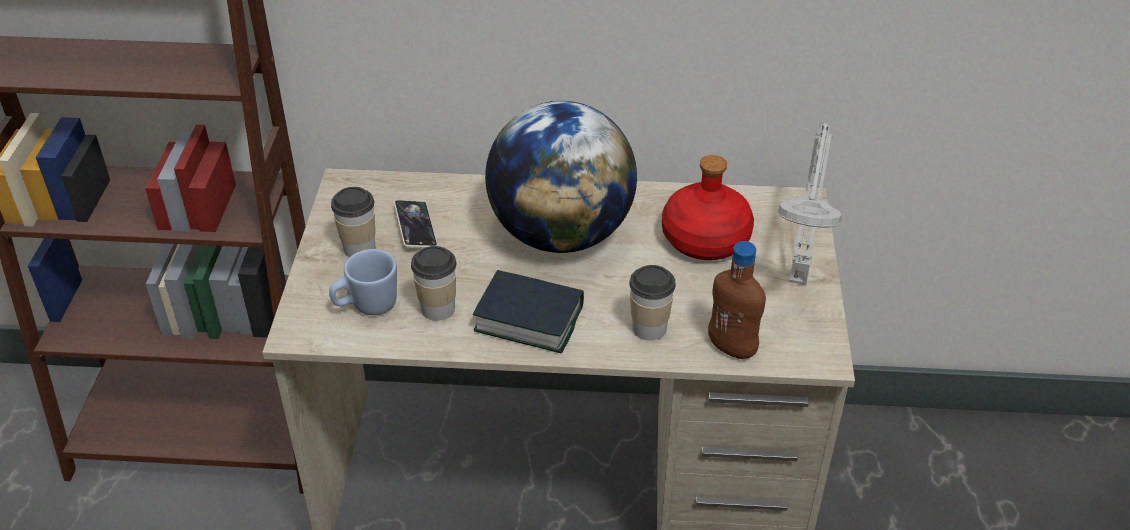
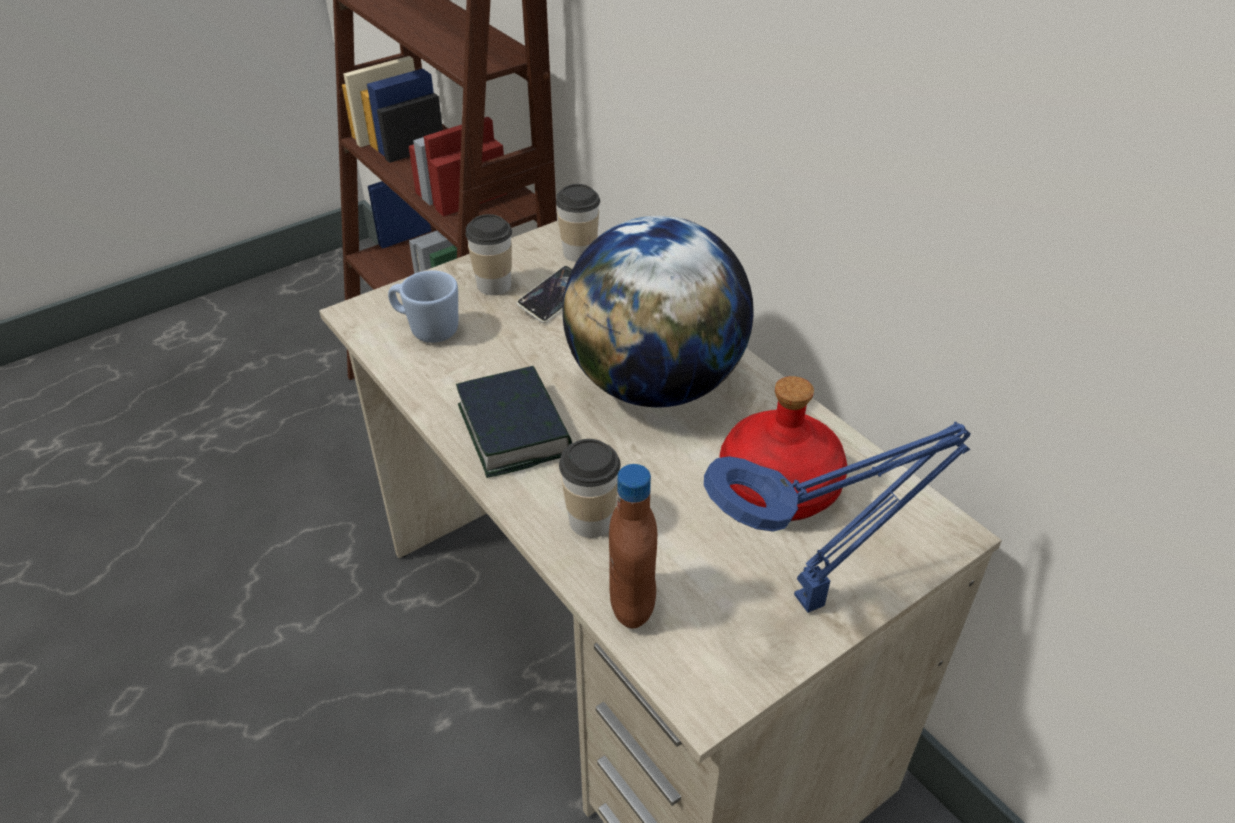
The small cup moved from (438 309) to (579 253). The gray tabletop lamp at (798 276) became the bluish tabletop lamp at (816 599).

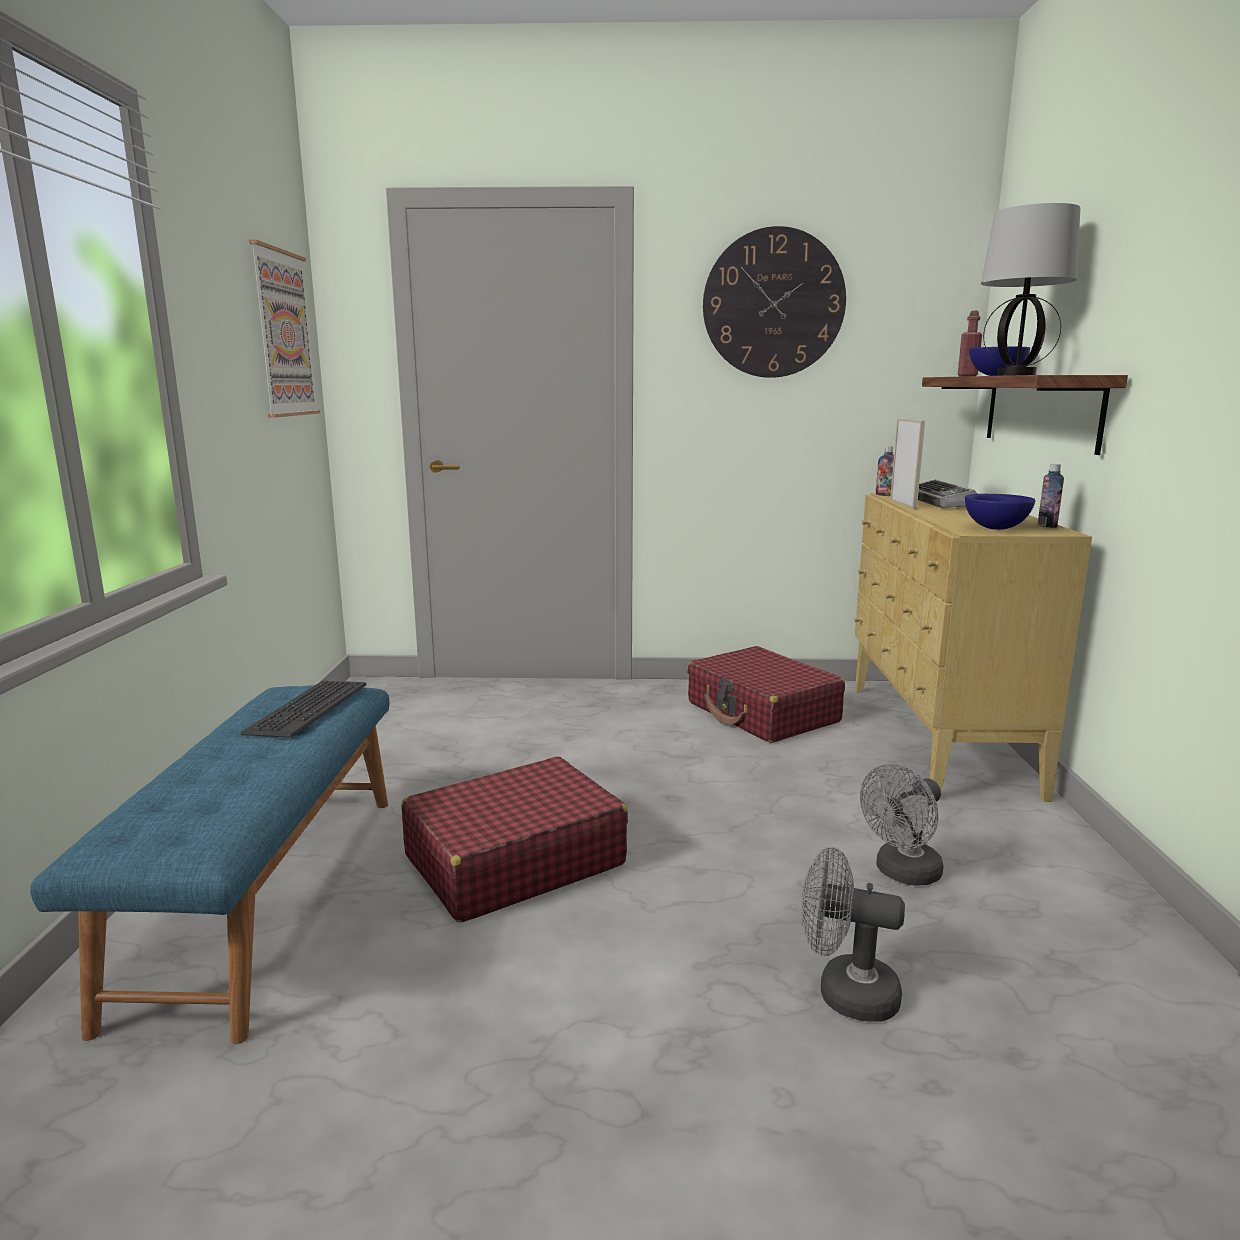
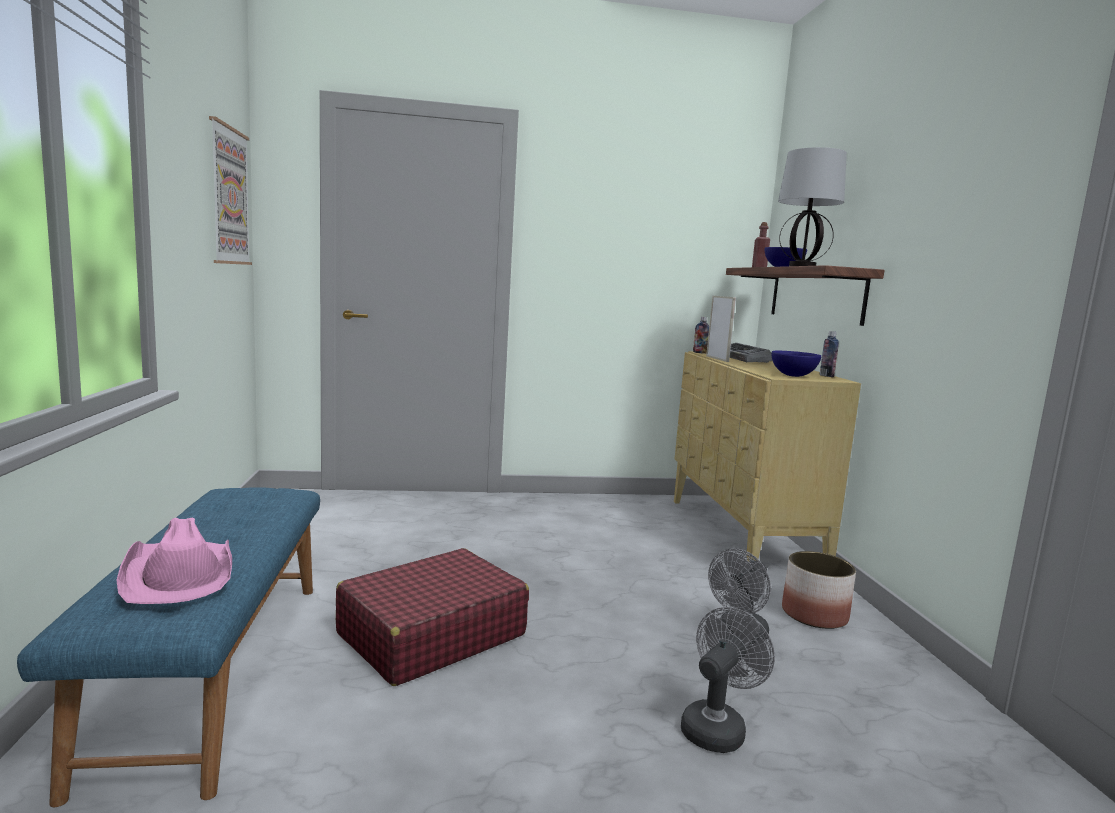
The PC keyboard at (307 709) disappeared. The red suitcase at (762 713) disappeared. The clock on the wall at (773 304) disappeared. The gray cooling fan at (844 993) turned 120 degrees clockwise. The pink-coloured clothing hat at (180 575) appeared. The planter at (813 615) appeared.

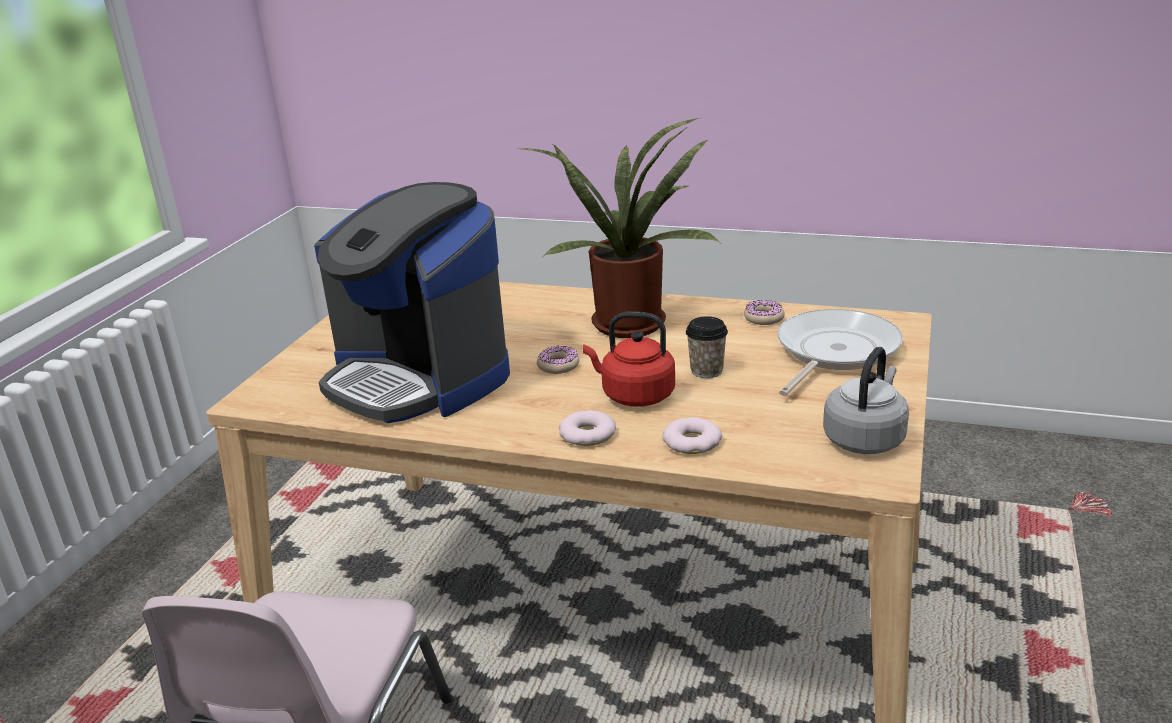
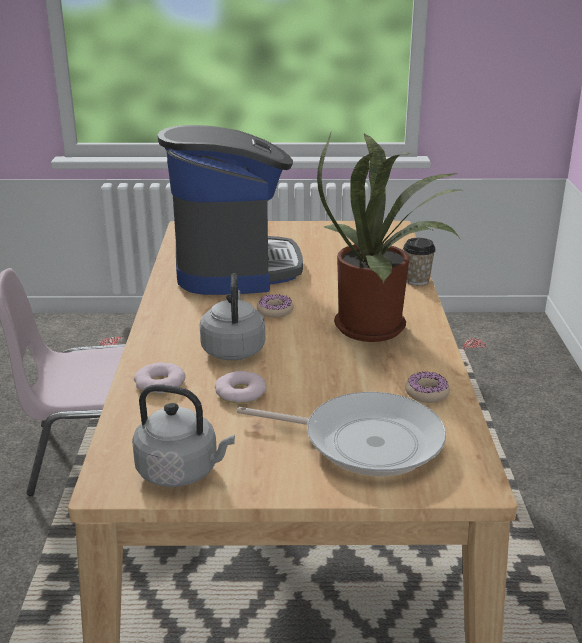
The coffee brewer at (418 379) turned 150 degrees clockwise. The ring doughnut moved from (587 434) to (240 392). The red kettle at (634 395) became the gray kettle at (233 349). The small cup moved from (706 371) to (417 280).

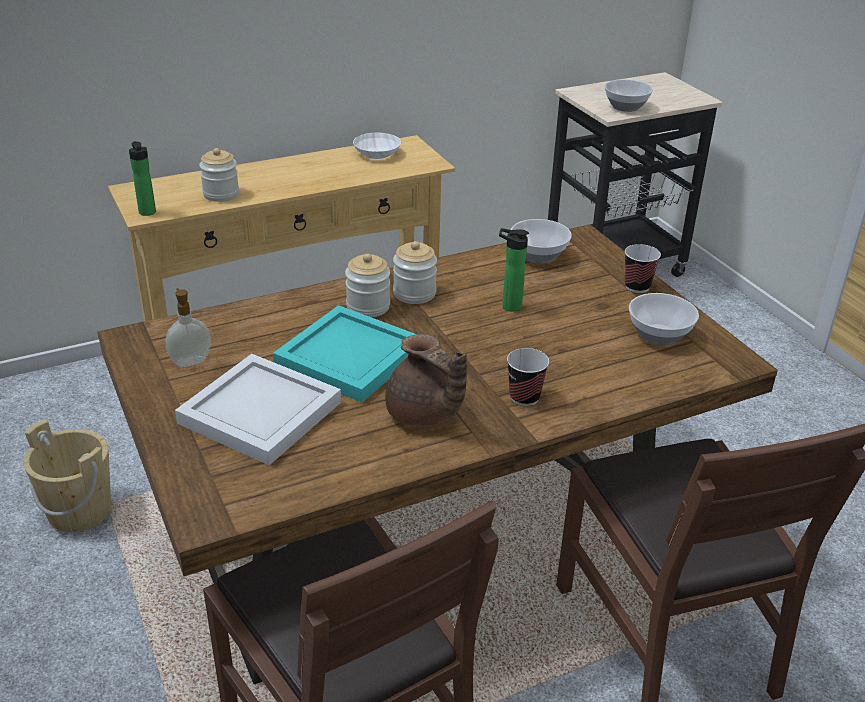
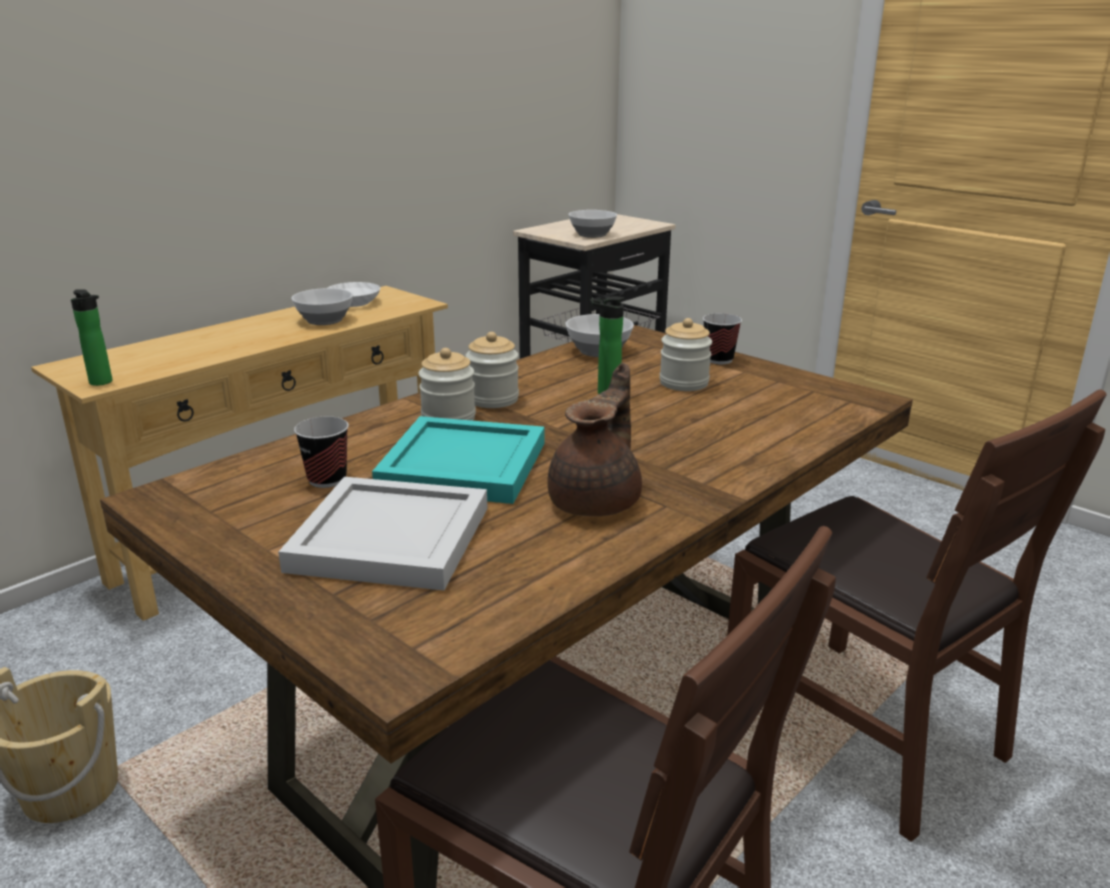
The soap dispenser at (190 361) disappeared. The preserve jar moved from (221 194) to (684 383). The brown-coloured pot for tea at (424 415) turned 90 degrees counterclockwise. The small cup moved from (524 397) to (327 479). The deep dish moved from (660 335) to (326 320).

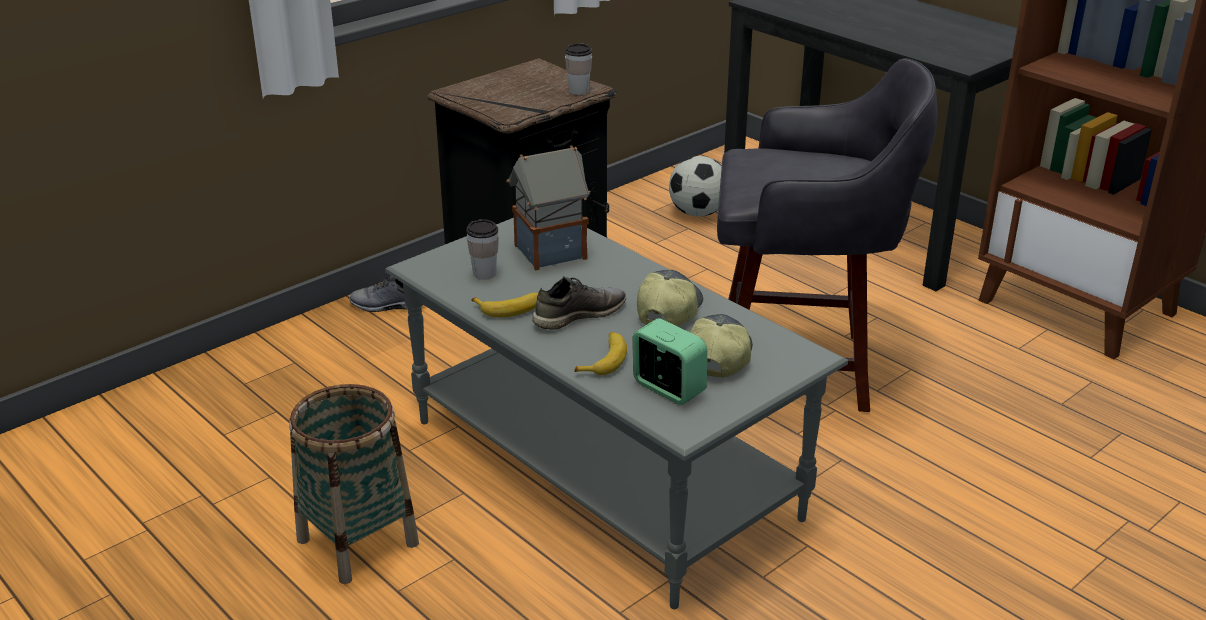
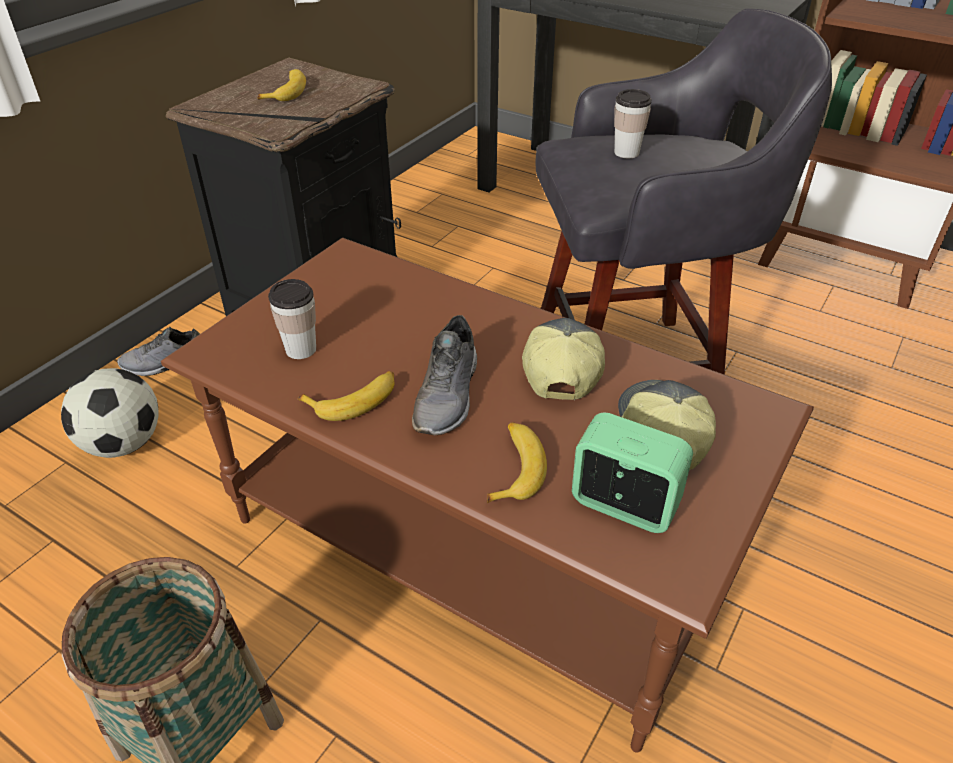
The gray low table at (600 469) became the brown-coloured low table at (473 547). The toy house at (548 253) disappeared. The gray shoe at (578 314) turned 150 degrees clockwise. The small cup moved from (578 91) to (626 153). The football ball moved from (697 213) to (123 443). The banana at (286 92) appeared.

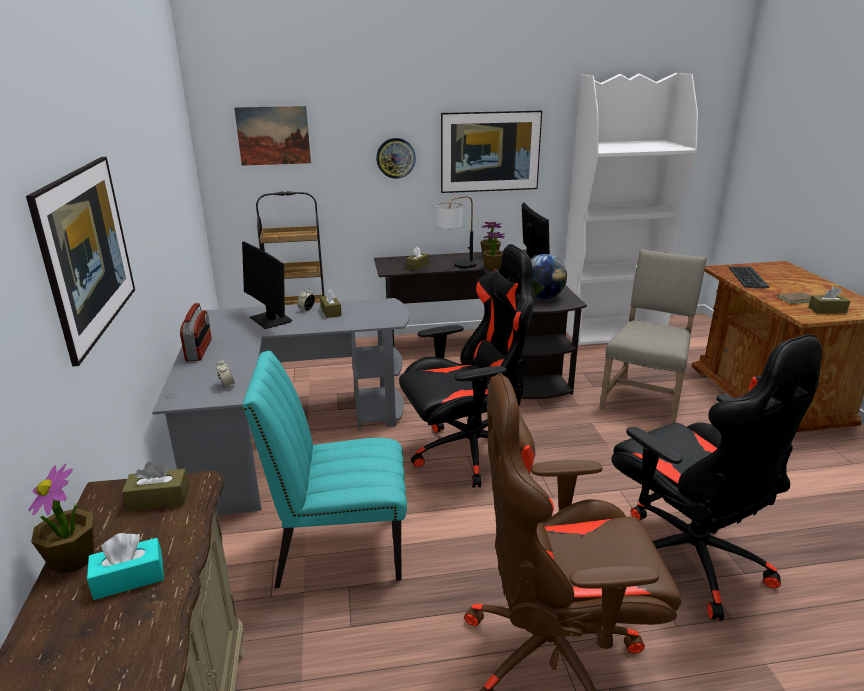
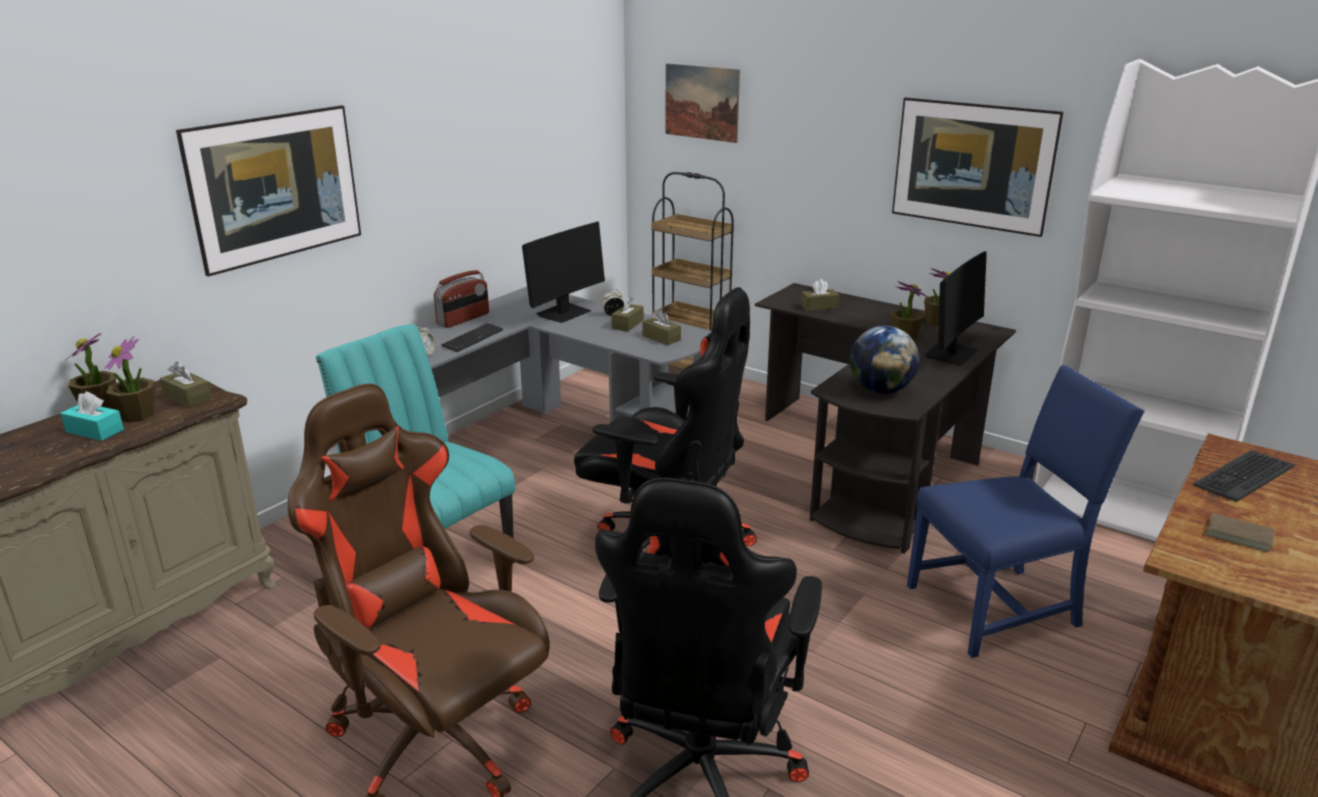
The computer screen at (271 320) turned 150 degrees counterclockwise. The clock on the wall at (395 158) disappeared. The tabletop lamp at (456 267) disappeared. The beige chair at (645 398) became the bluish chair at (999 607). The brown-coloured tissue holder moved from (827 310) to (661 338). The houseplant at (138 415) appeared. The PC keyboard at (473 339) appeared.

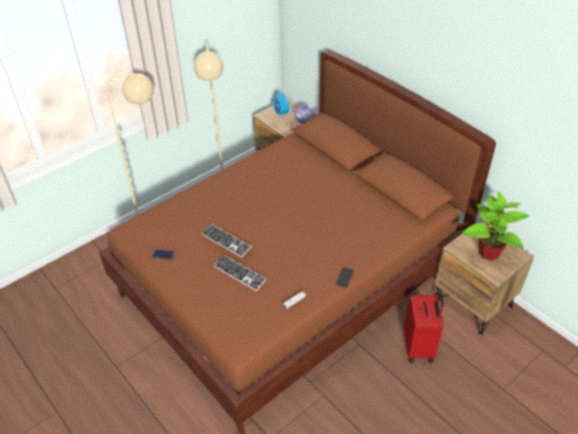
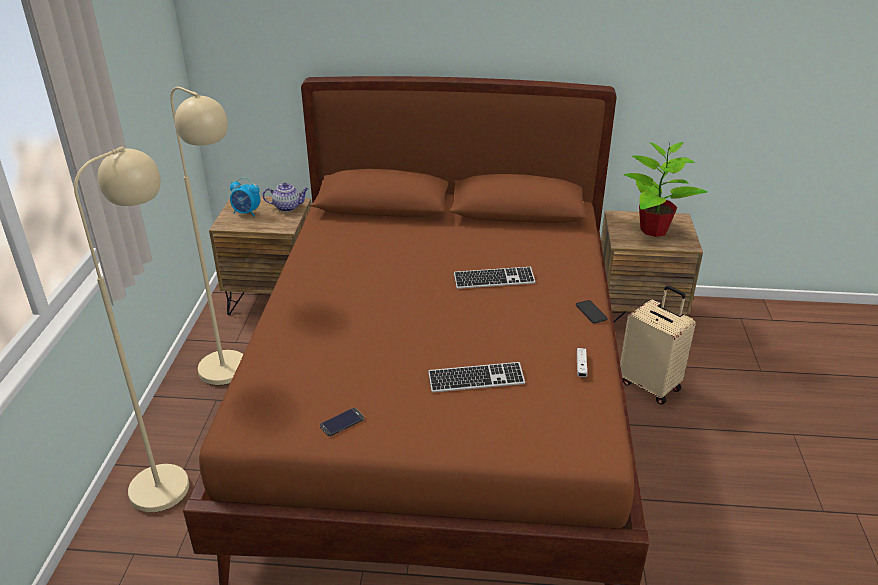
The PC keyboard moved from (226 241) to (494 280). The red suitcase at (419 347) became the beige suitcase at (650 385).

